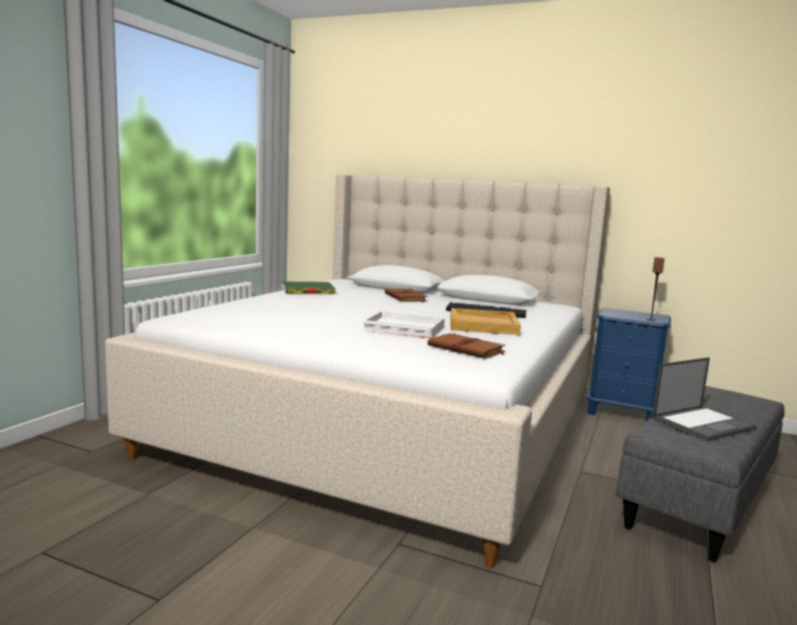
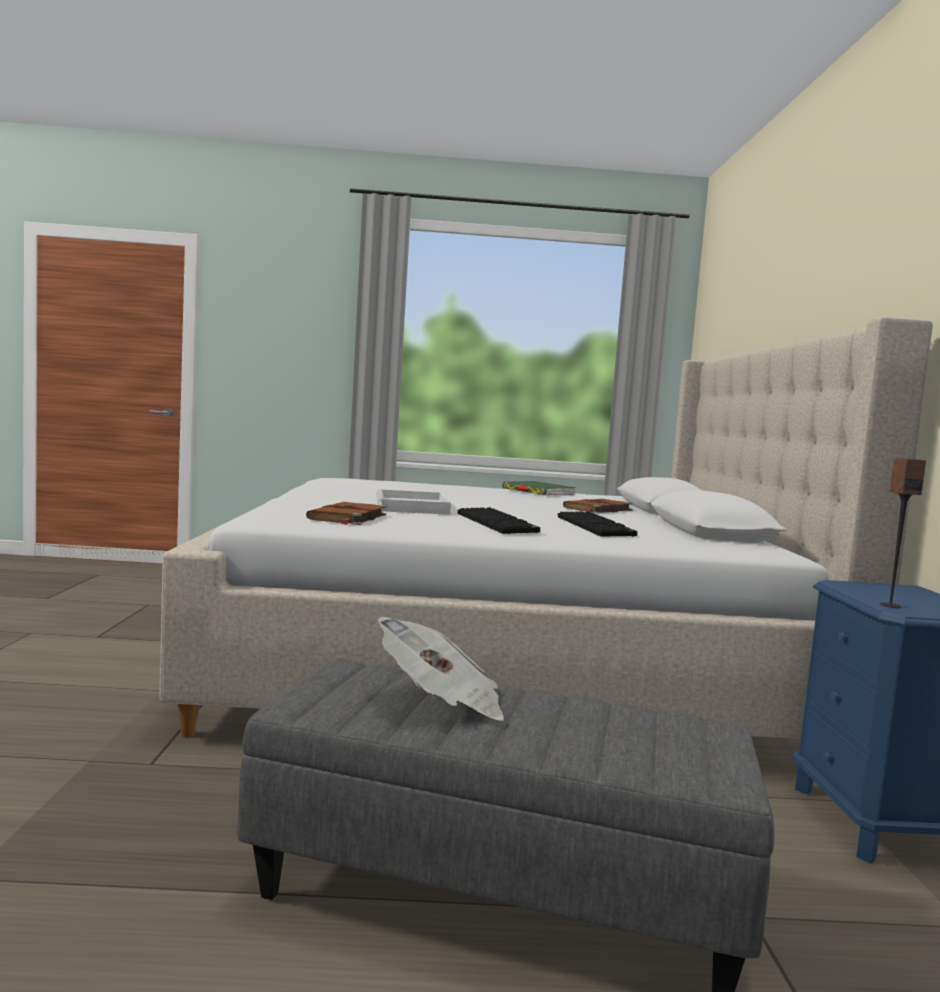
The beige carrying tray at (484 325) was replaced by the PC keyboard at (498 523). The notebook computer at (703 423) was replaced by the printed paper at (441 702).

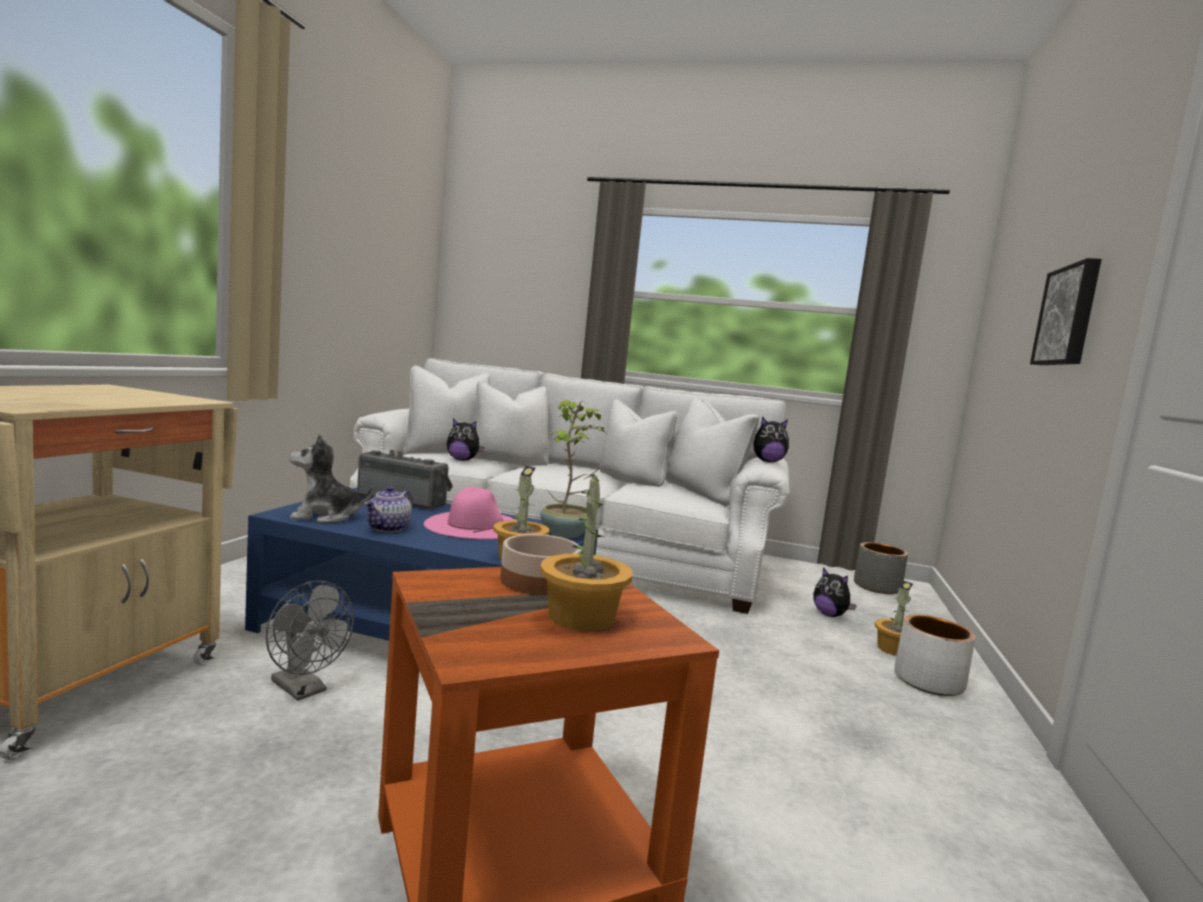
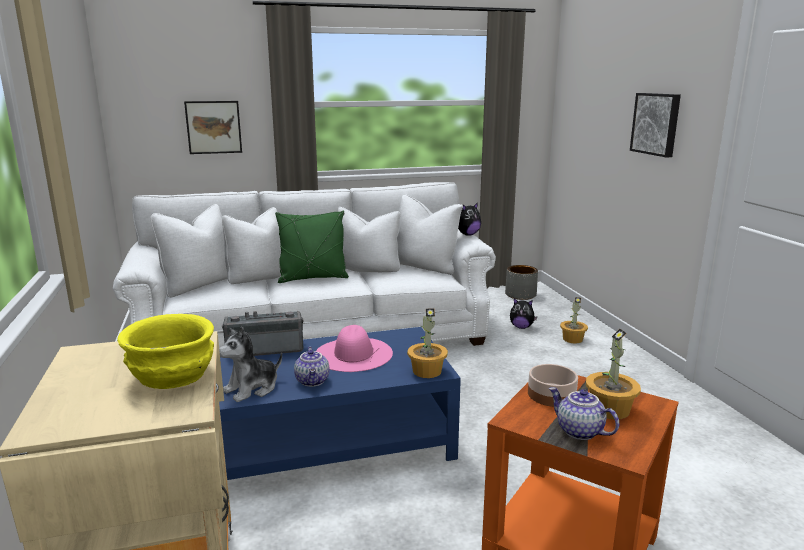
The gray cooling fan at (304 690) disappeared. The soft toy at (462 460) disappeared. The houseplant at (567 533) disappeared. The white-coloured planter at (929 682) disappeared. The yellow-coloured deep dish at (173 375) appeared. The picture at (213 127) appeared. The green cushion at (313 278) appeared. The pot for tea at (578 431) appeared.

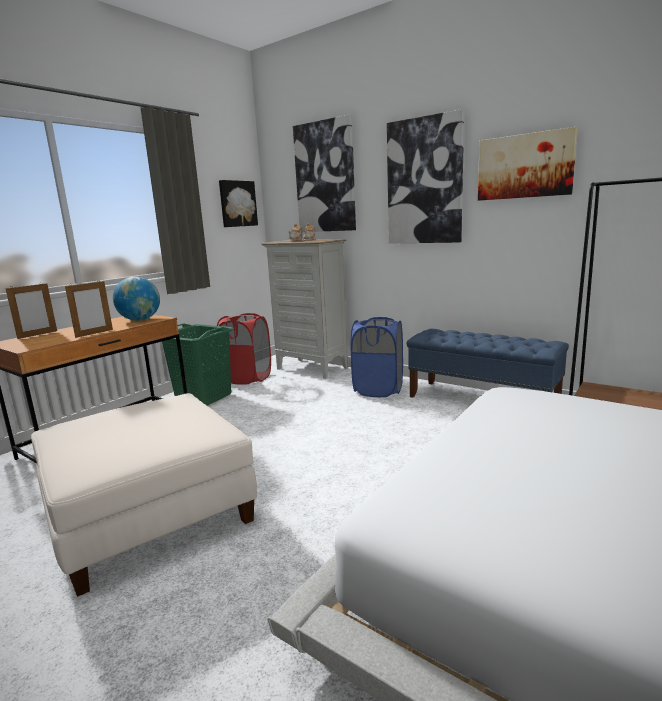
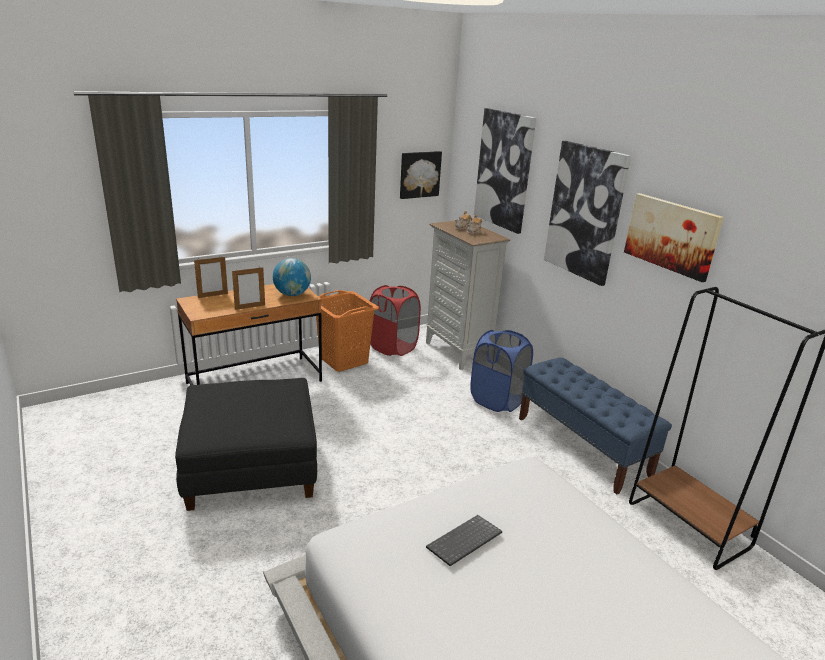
The white-coloured footrest at (149 514) became the blackish footrest at (250 465). The green laundry basket at (203 397) became the orange-coloured laundry basket at (344 360). The PC keyboard at (464 542) appeared.

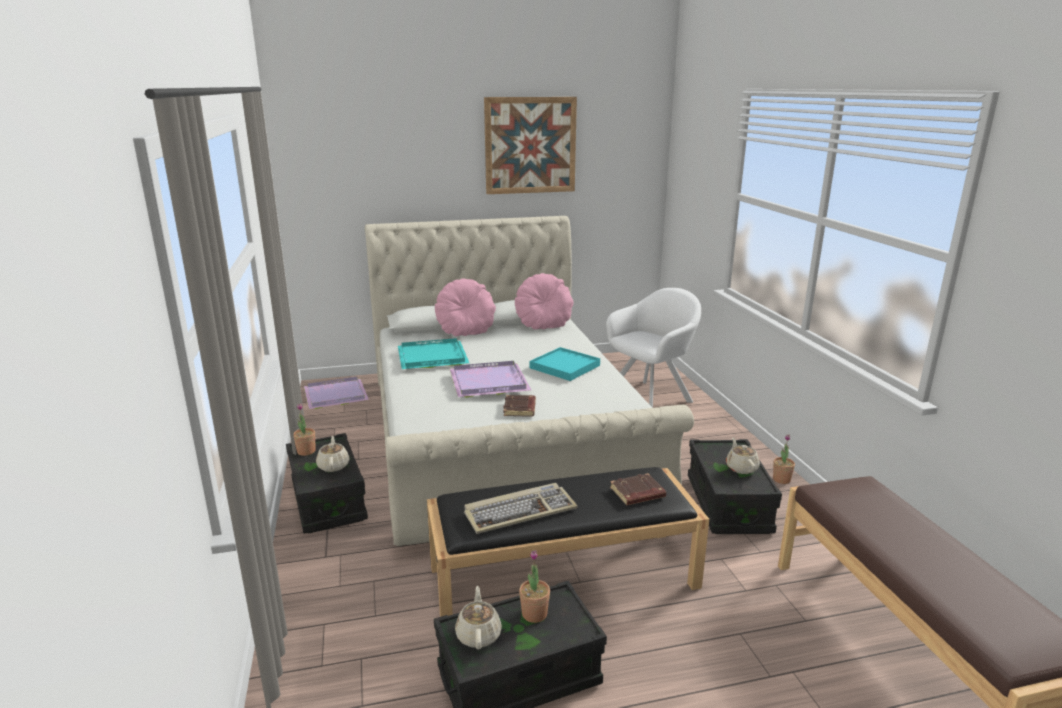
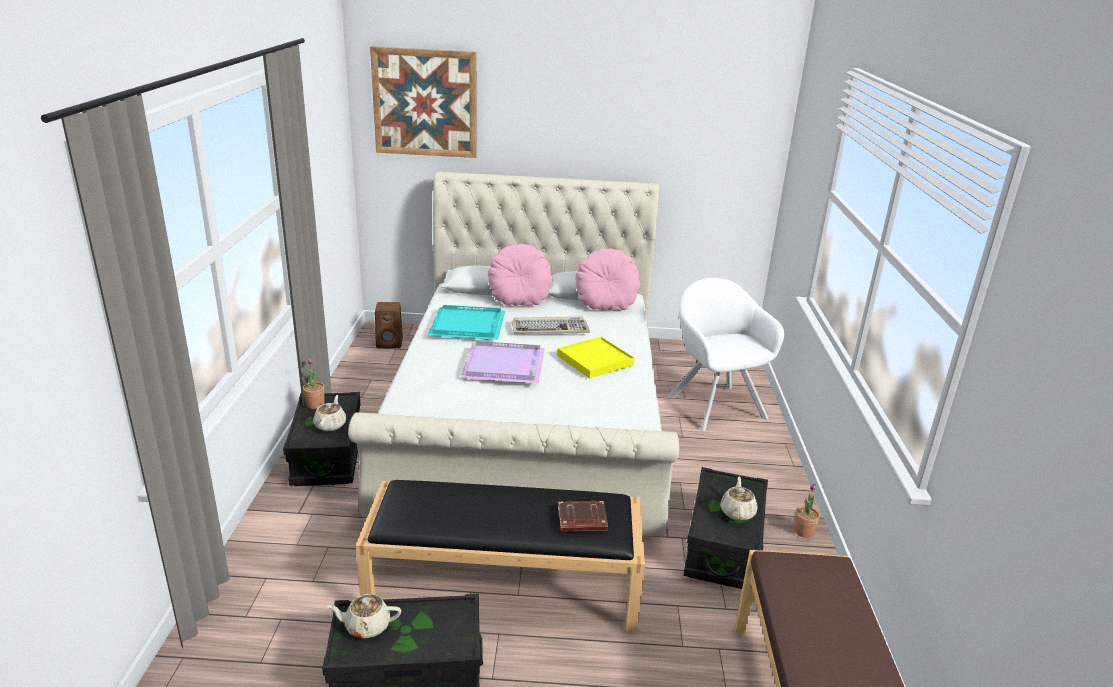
The purple carrying tray at (336 394) was replaced by the brown-coloured speaker at (390 343). The beige pot for tea at (478 634) turned 105 degrees counterclockwise. The PC keyboard moved from (520 511) to (550 328). The picture moved from (530 145) to (425 103). The brown-coloured bound book at (520 409) disappeared. The houseplant at (534 614) disappeared. The blue-green carrying tray at (565 367) became the yellow-coloured carrying tray at (595 360). The white-coloured easy chair at (651 397) turned 90 degrees counterclockwise.

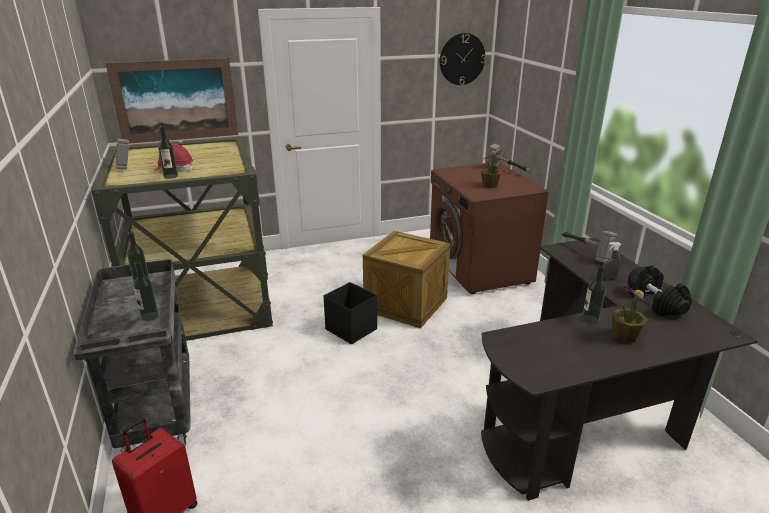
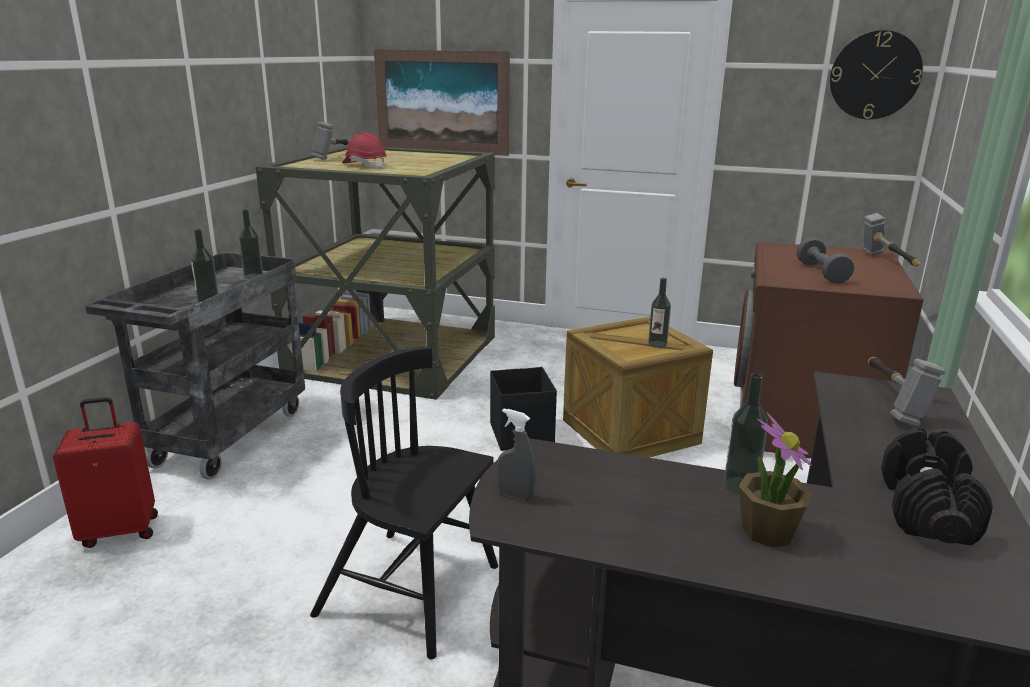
The drink bottle moved from (171 176) to (657 344). The houseplant at (490 185) was replaced by the gray dumbbell at (821 273). The gray hand sprayer moved from (608 278) to (516 495). The blackish chair at (418 592) appeared.

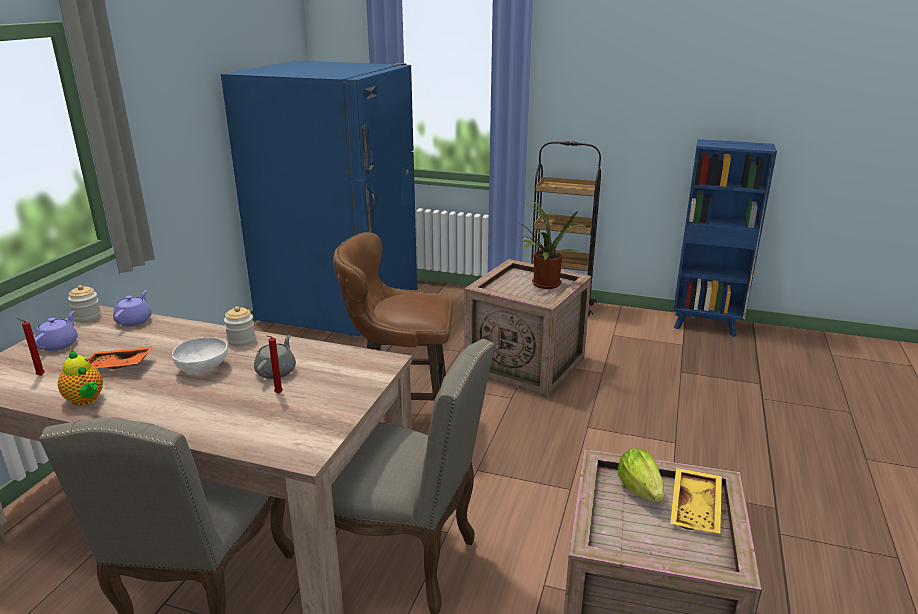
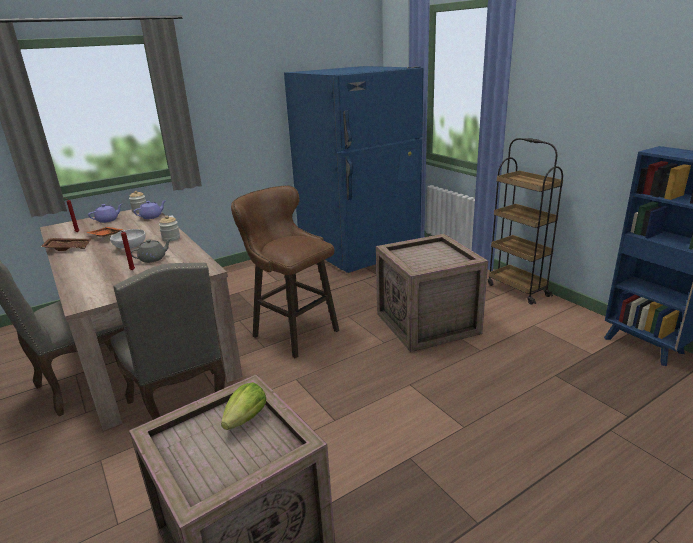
The pot for tea at (86 400) was replaced by the brown-coloured carrying tray at (68 248). The houseplant at (544 285) disappeared. The yellow-coloured carrying tray at (697 509) disappeared.

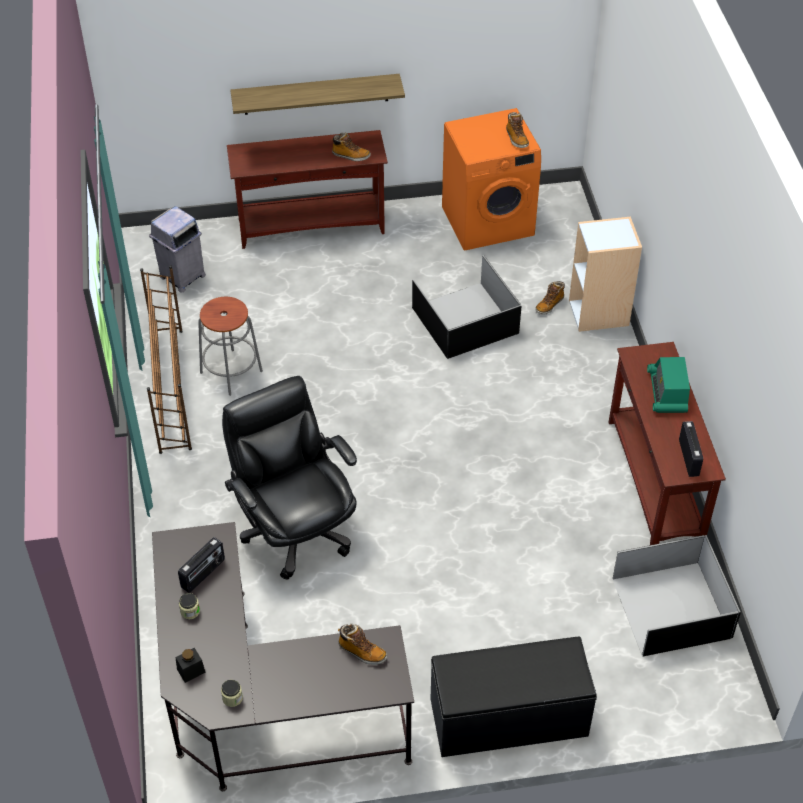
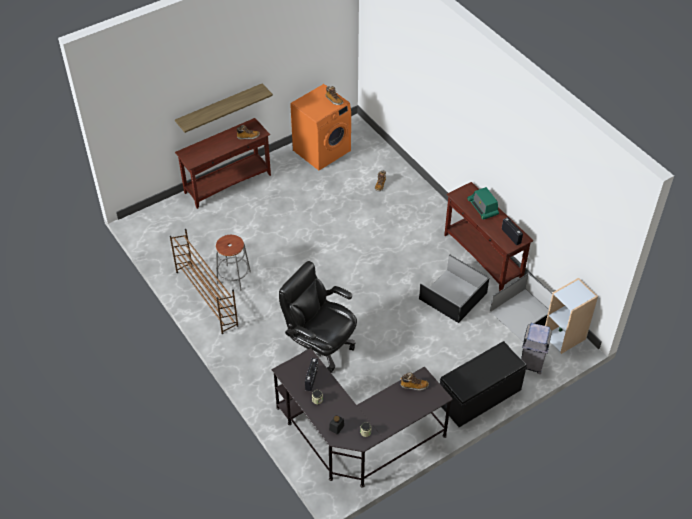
The gray waste bin moved from (182 277) to (531 363). The blackish storage container moved from (466 320) to (453 295). The bookshelf moved from (599 313) to (565 337).

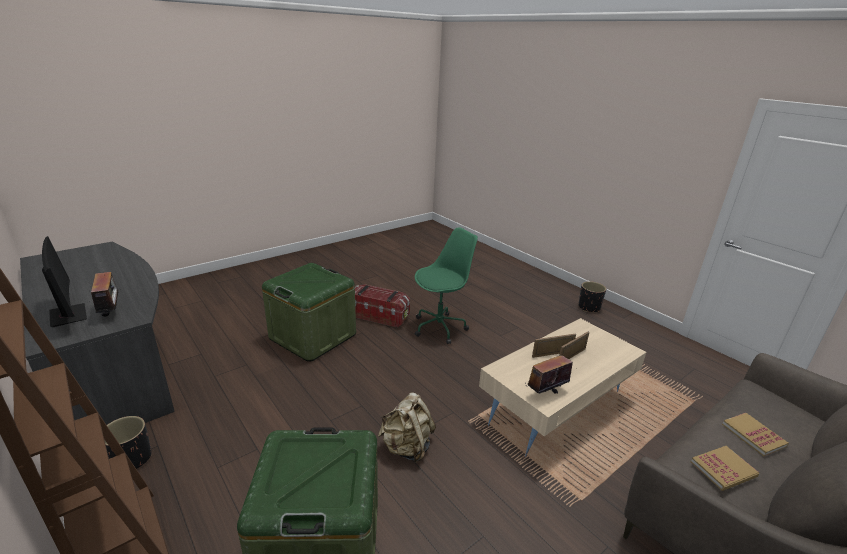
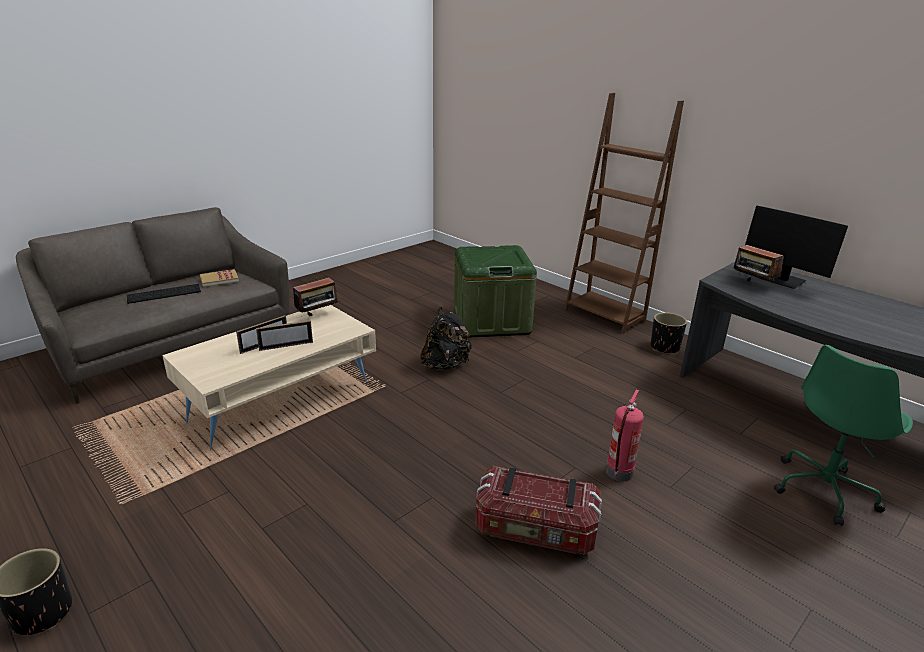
The green storage container at (313 336) was replaced by the fire extinguisher at (619 473). The beige knapsack at (407 447) became the blackish knapsack at (445 365). The green office chair moved from (440 327) to (822 492). The bound book at (753 435) was replaced by the PC keyboard at (164 293).

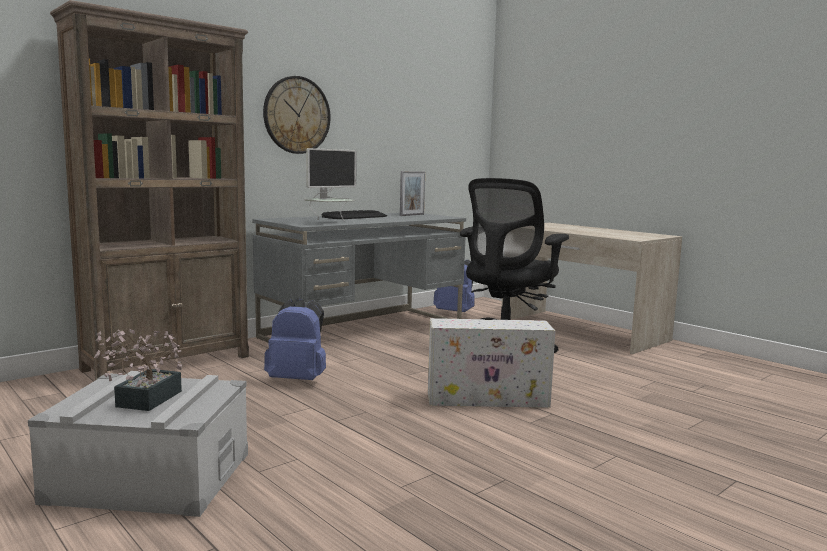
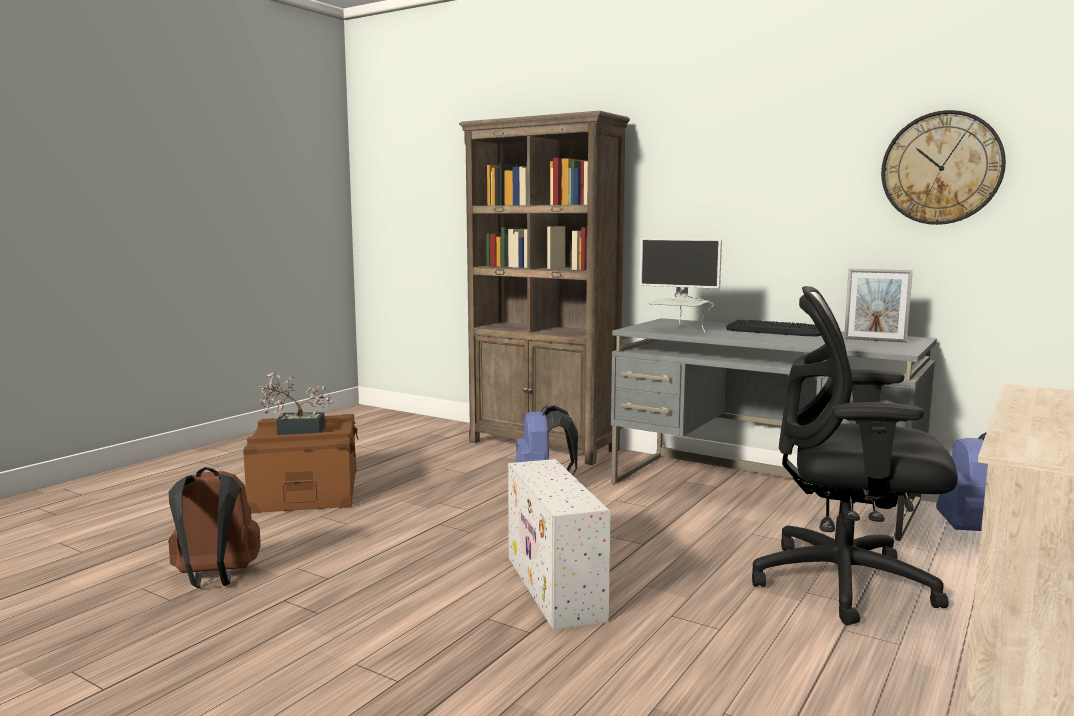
The gray storage container at (150 477) became the brown-coloured storage container at (305 490). The clock on the wall moved from (296 115) to (941 168). The brown-coloured knapsack at (215 579) appeared.

